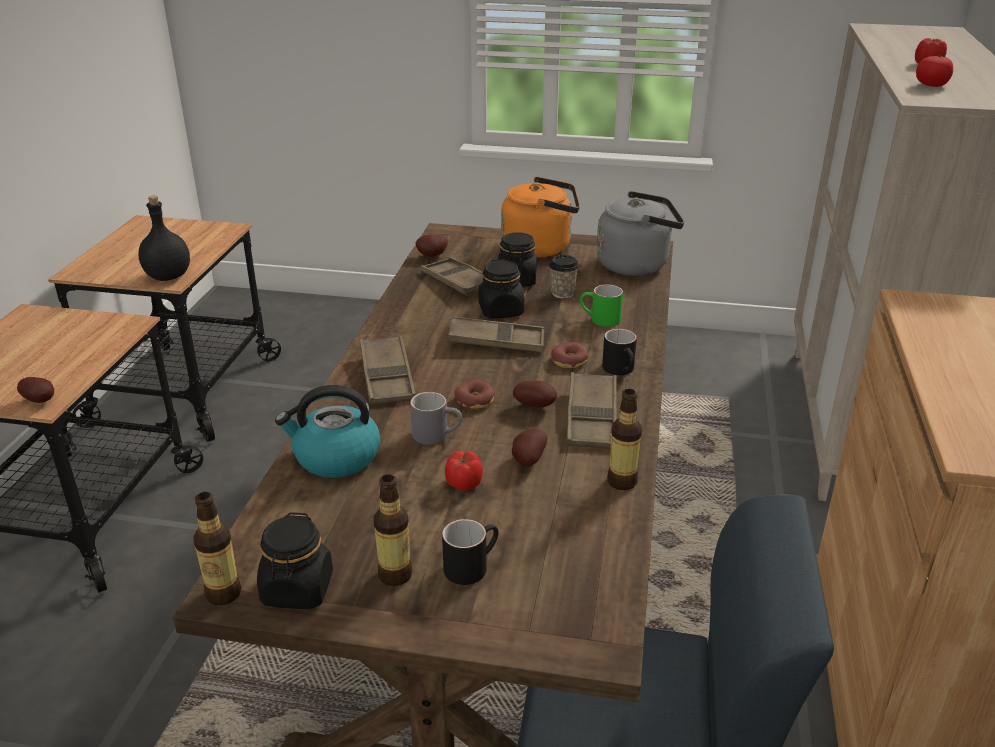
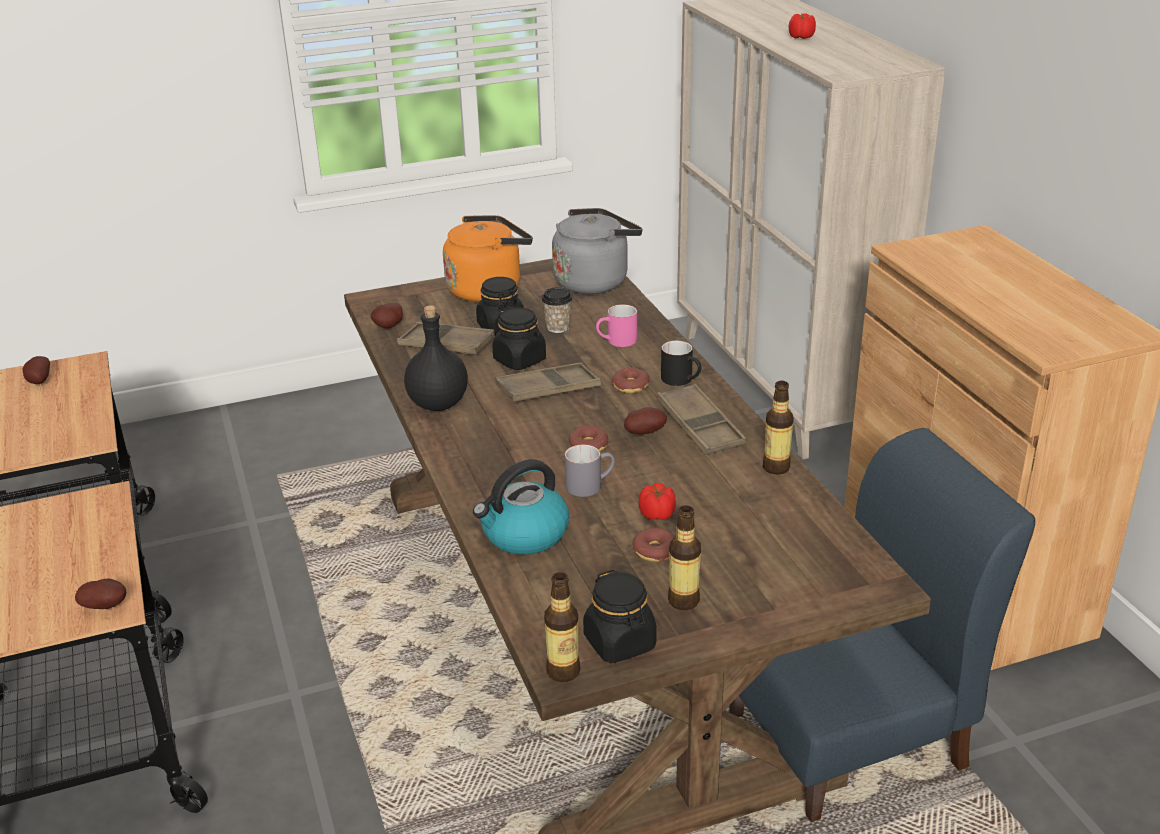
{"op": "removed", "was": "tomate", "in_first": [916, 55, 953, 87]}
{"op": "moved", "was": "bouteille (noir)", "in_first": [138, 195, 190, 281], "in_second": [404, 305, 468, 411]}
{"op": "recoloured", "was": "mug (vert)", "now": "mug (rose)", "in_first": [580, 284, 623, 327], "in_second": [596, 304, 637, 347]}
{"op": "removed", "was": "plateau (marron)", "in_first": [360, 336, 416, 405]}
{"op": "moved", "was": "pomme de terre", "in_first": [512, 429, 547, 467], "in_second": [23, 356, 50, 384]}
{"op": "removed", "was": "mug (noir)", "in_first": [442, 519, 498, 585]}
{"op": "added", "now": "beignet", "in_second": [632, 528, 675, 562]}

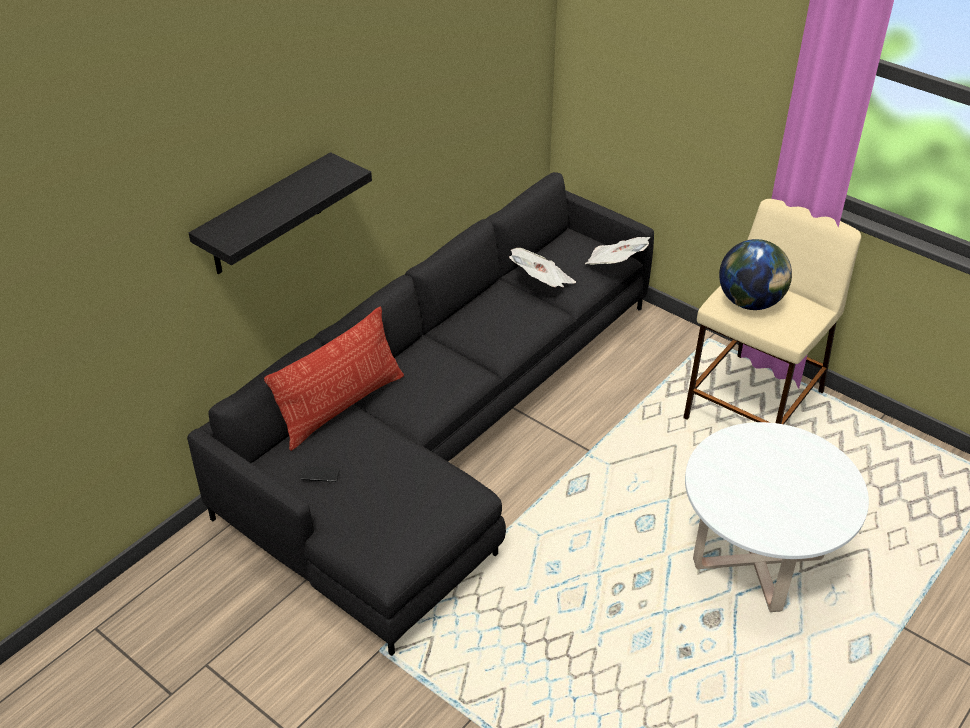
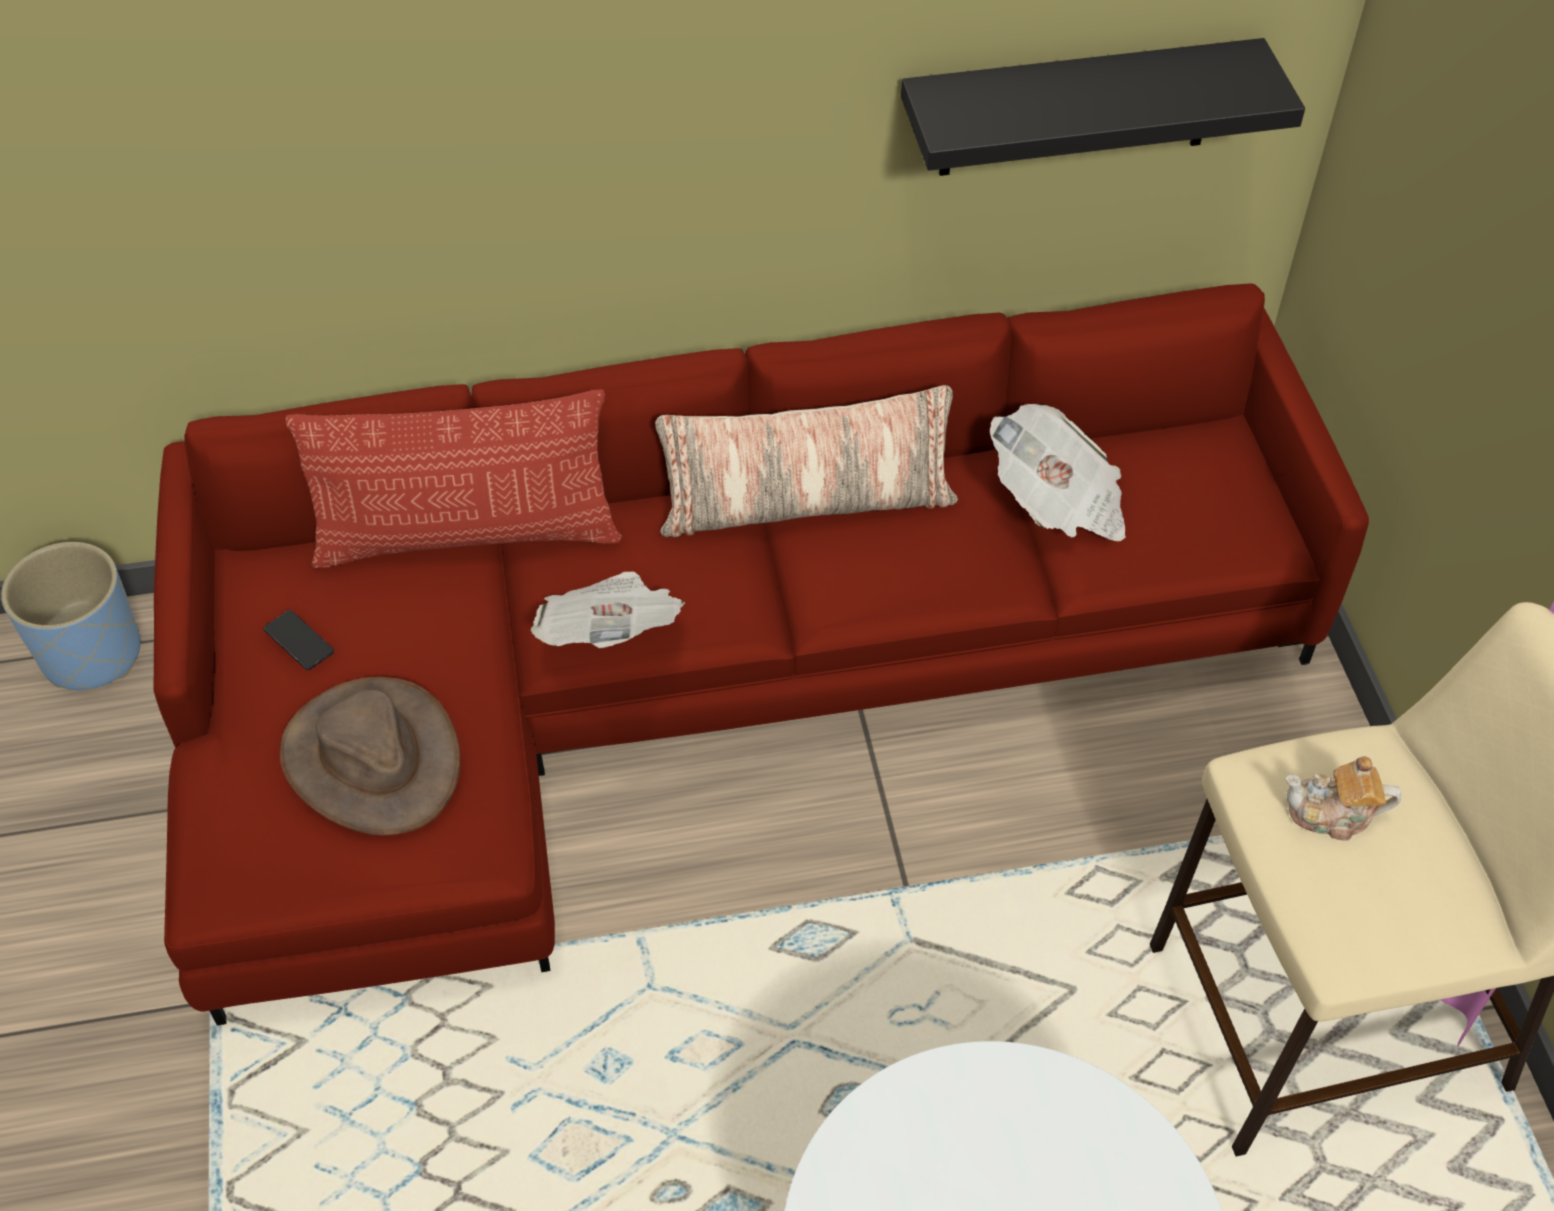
{"op": "moved", "was": "étagère (noir)", "in_first": [189, 152, 372, 274], "in_second": [901, 38, 1305, 176]}
{"op": "recoloured", "was": "canapé (noir)", "now": "canapé (rouge)", "in_first": [187, 172, 654, 656], "in_second": [154, 283, 1369, 1026]}
{"op": "moved", "was": "journal", "in_first": [585, 237, 651, 265], "in_second": [530, 572, 685, 648]}
{"op": "replaced", "was": "globe", "now": "théière", "in_first": [719, 239, 792, 310], "in_second": [1285, 756, 1401, 841]}
{"op": "added", "now": "coussin", "in_second": [655, 385, 958, 537]}
{"op": "added", "now": "cache-pot (bleu)", "in_second": [1, 542, 141, 690]}
{"op": "added", "now": "chapeau (marron)", "in_second": [280, 676, 461, 835]}

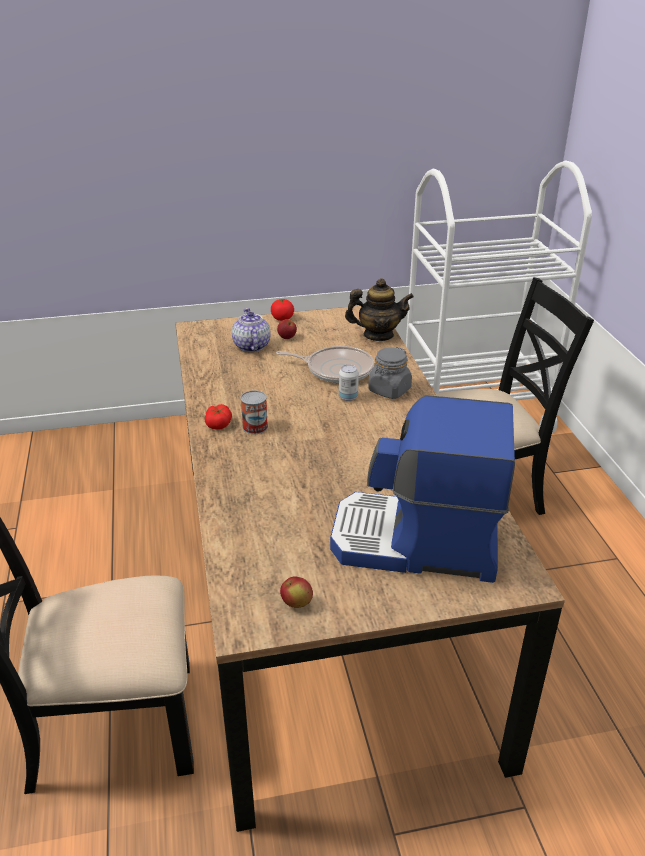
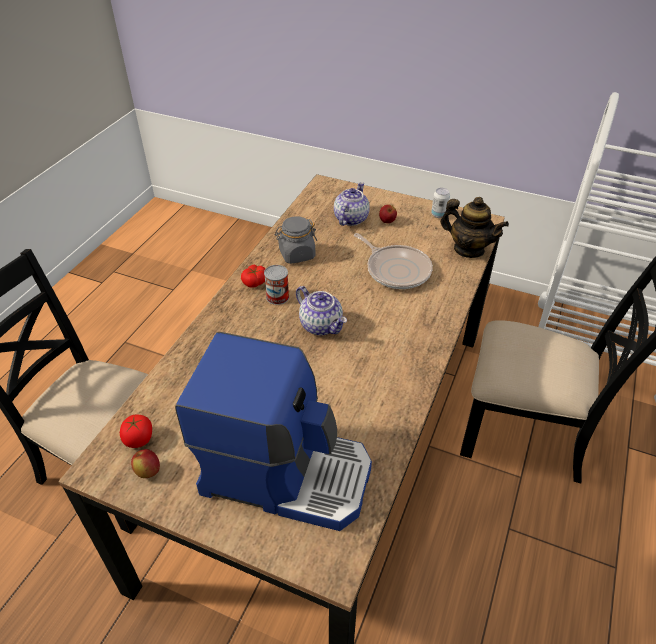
{"op": "moved", "was": "tomate", "in_first": [271, 299, 294, 321], "in_second": [120, 415, 152, 448]}
{"op": "moved", "was": "bocal (gris)", "in_first": [368, 347, 412, 399], "in_second": [275, 216, 317, 264]}
{"op": "moved", "was": "boîte métallique", "in_first": [339, 365, 359, 401], "in_second": [431, 188, 450, 218]}
{"op": "turned", "was": "machine à café", "in_first": [330, 395, 515, 583], "in_second": [175, 332, 372, 531], "clockwise": 150}
{"op": "added", "now": "théière", "in_second": [296, 286, 347, 335]}

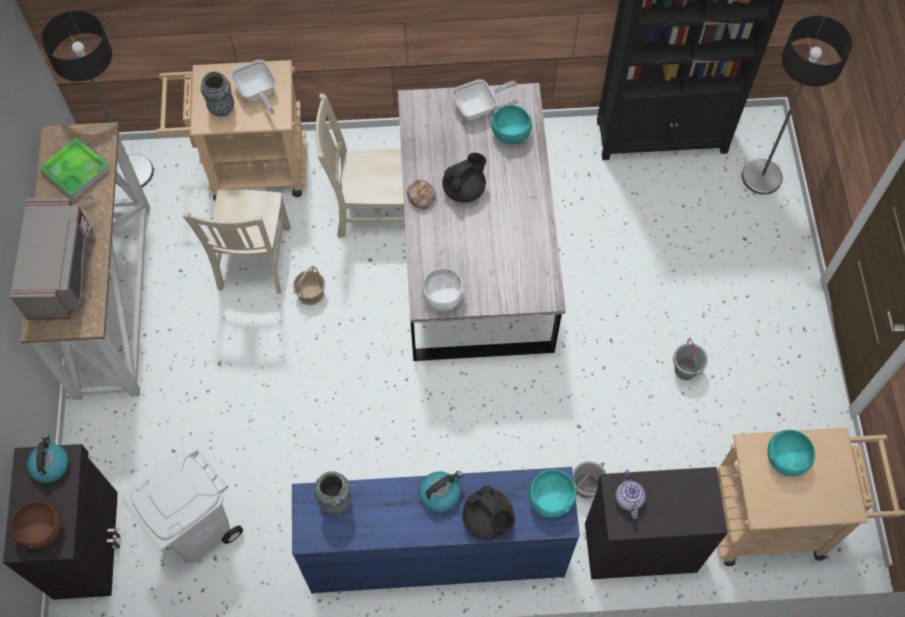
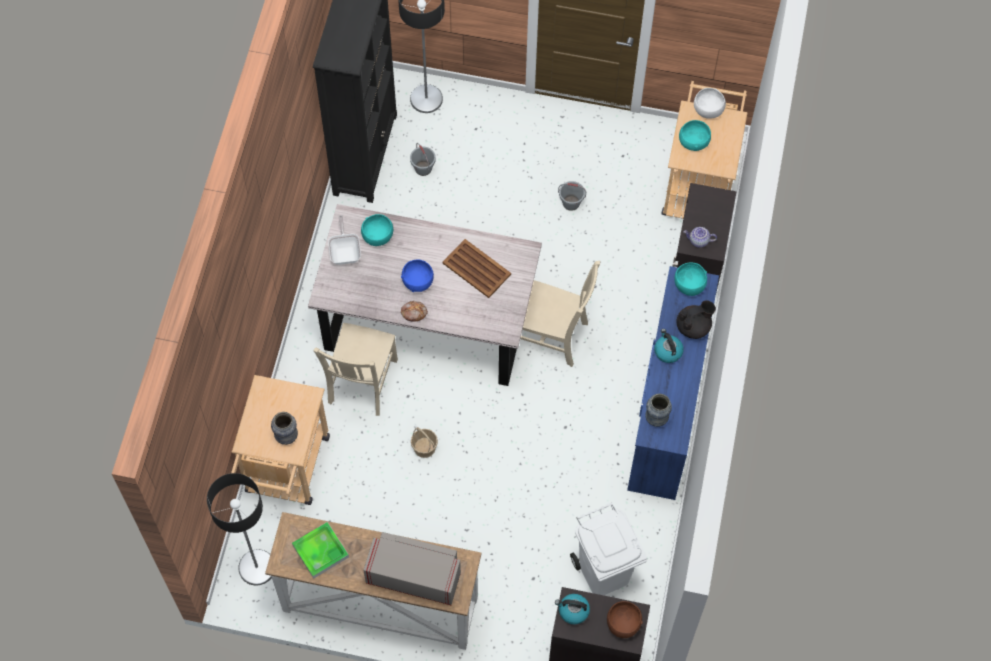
{"op": "removed", "was": "poêle", "in_first": [231, 60, 276, 114]}
{"op": "replaced", "was": "théière (noir)", "now": "bol (bleu)", "in_first": [442, 153, 486, 203], "in_second": [401, 259, 434, 292]}
{"op": "moved", "was": "chaise (beige)", "in_first": [182, 189, 290, 294], "in_second": [520, 261, 600, 367]}
{"op": "moved", "was": "bol (blanc)", "in_first": [422, 268, 465, 312], "in_second": [694, 88, 726, 119]}
{"op": "moved", "was": "seau (gris)", "in_first": [573, 461, 606, 498], "in_second": [410, 143, 436, 176]}
{"op": "added", "now": "plateau (marron)", "in_second": [443, 239, 511, 298]}

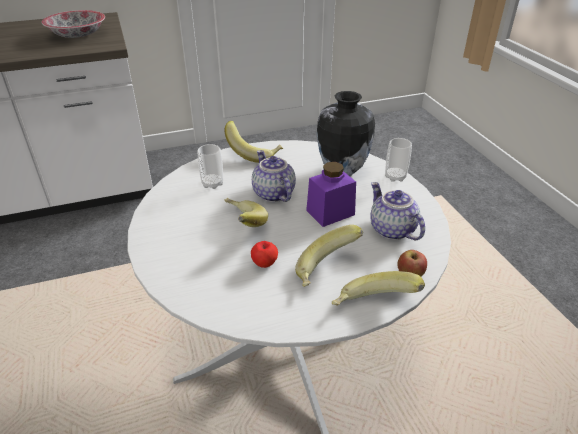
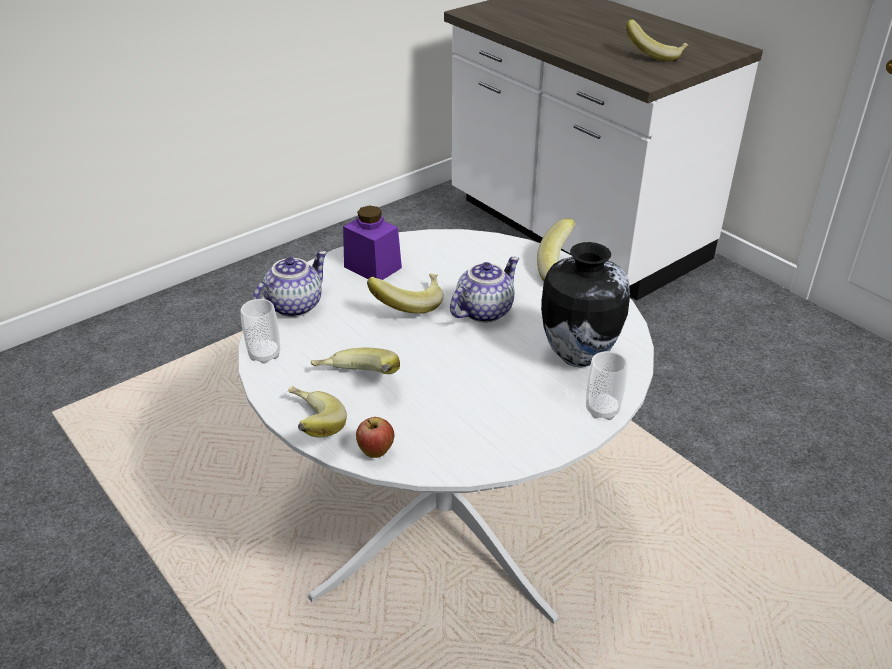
{"op": "replaced", "was": "bol", "now": "banane", "in_first": [42, 10, 105, 38], "in_second": [626, 19, 689, 61]}
{"op": "moved", "was": "tasse", "in_first": [198, 144, 223, 189], "in_second": [240, 299, 280, 364]}
{"op": "moved", "was": "bocal (violet)", "in_first": [306, 162, 356, 227], "in_second": [343, 205, 402, 280]}
{"op": "moved", "was": "théière", "in_first": [370, 182, 425, 240], "in_second": [253, 251, 327, 317]}
{"op": "removed", "was": "pomme", "in_first": [251, 241, 278, 268]}

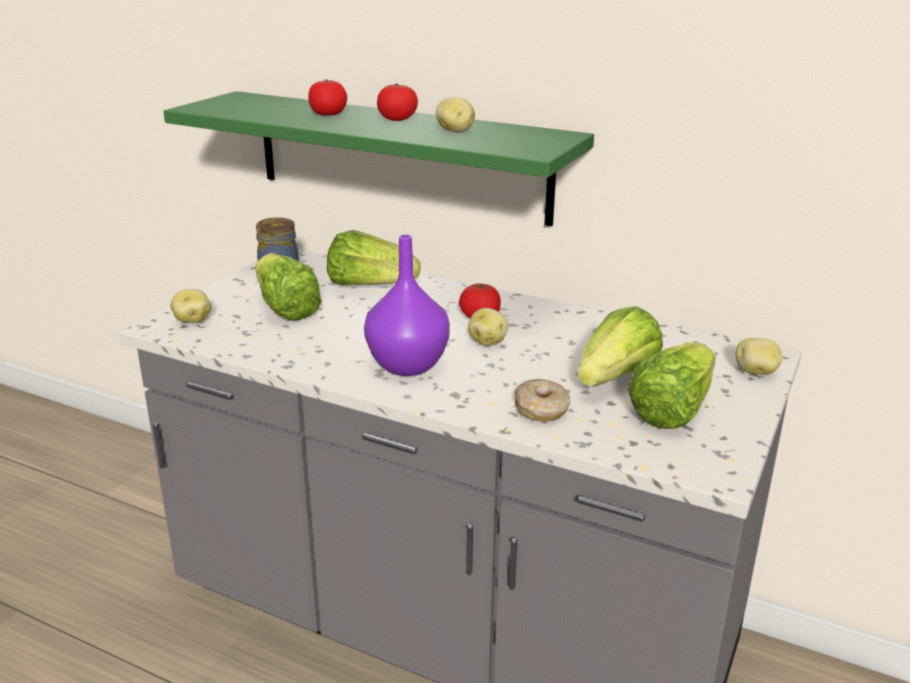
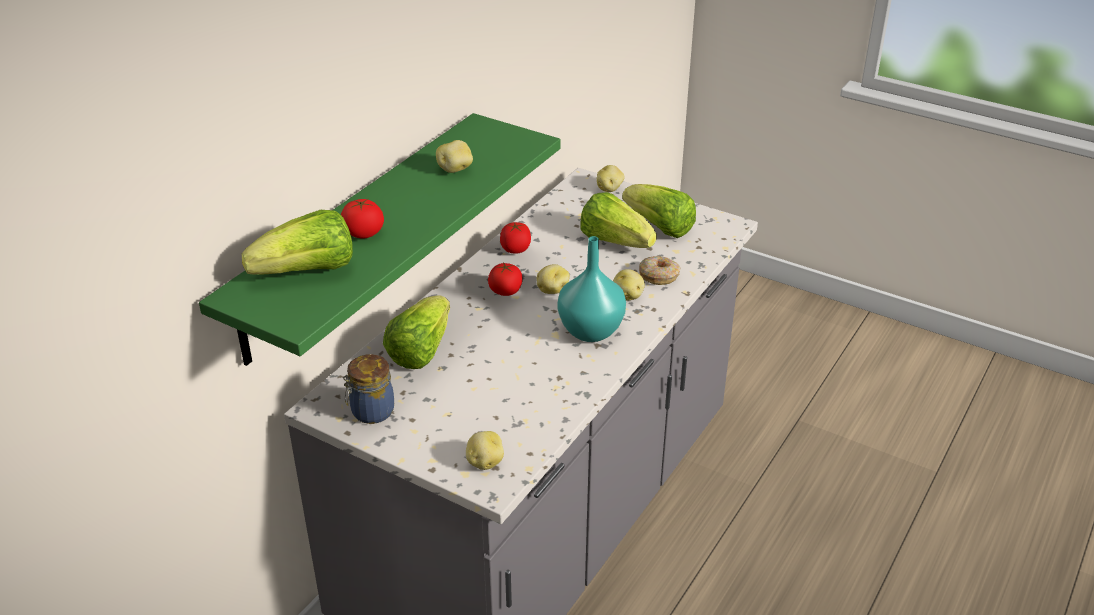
{"op": "moved", "was": "tomate", "in_first": [377, 83, 418, 121], "in_second": [500, 222, 531, 254]}
{"op": "recoloured", "was": "vase (violet)", "now": "vase (turquoise)", "in_first": [364, 234, 450, 376], "in_second": [557, 236, 626, 342]}
{"op": "moved", "was": "laitue", "in_first": [255, 253, 322, 321], "in_second": [242, 210, 353, 275]}
{"op": "added", "now": "pomme de terre", "in_second": [613, 269, 645, 301]}

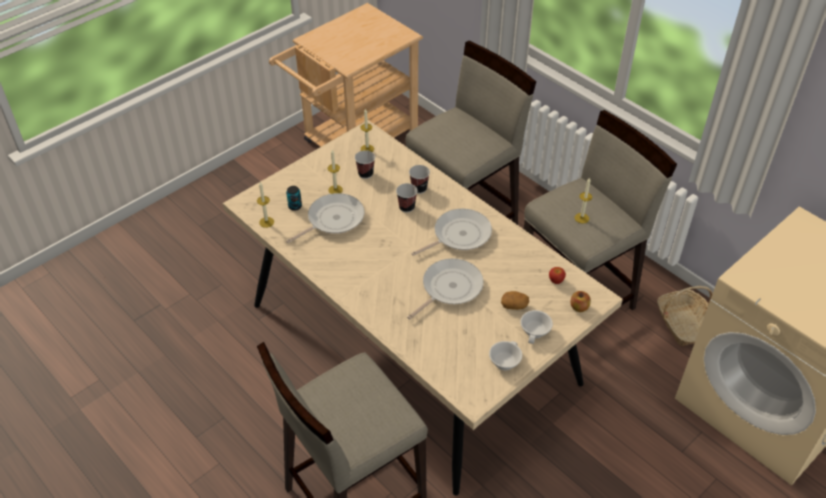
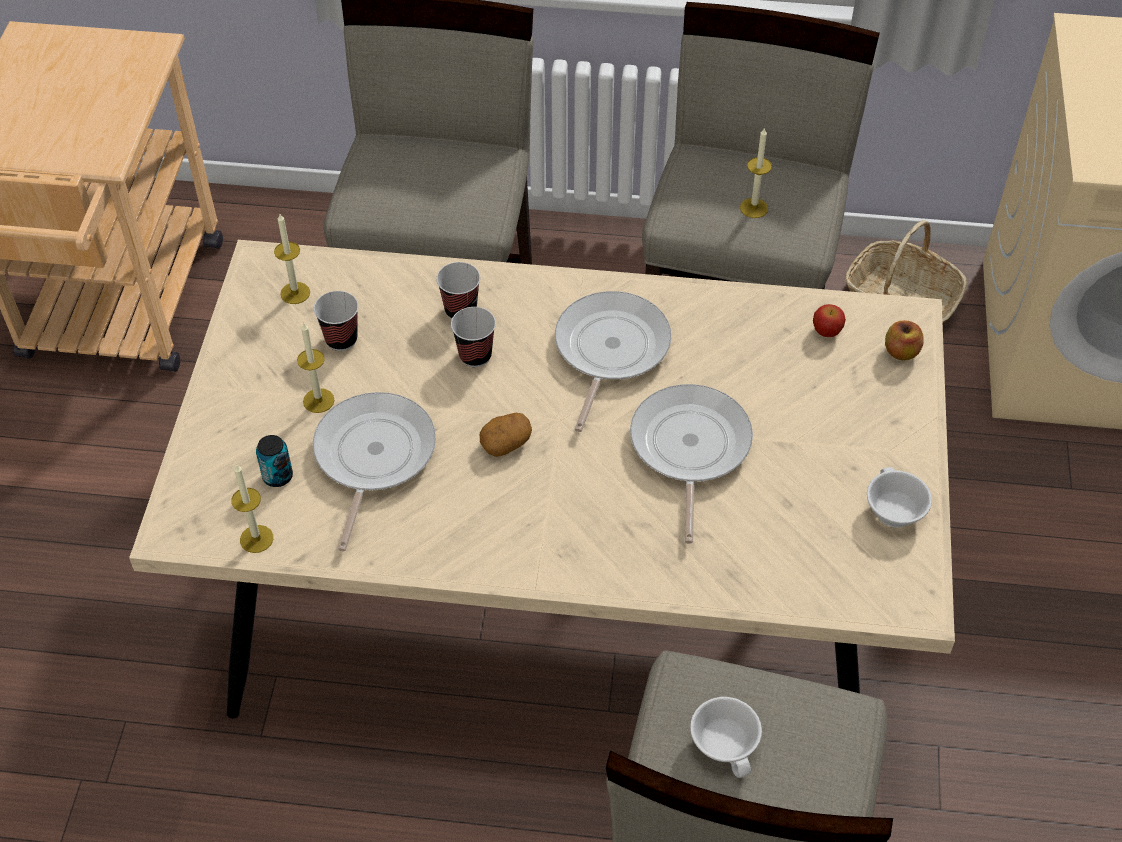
{"op": "moved", "was": "pomme de terre", "in_first": [501, 291, 529, 310], "in_second": [480, 413, 532, 457]}
{"op": "moved", "was": "tasse (blanc)", "in_first": [520, 310, 553, 344], "in_second": [690, 697, 762, 778]}

